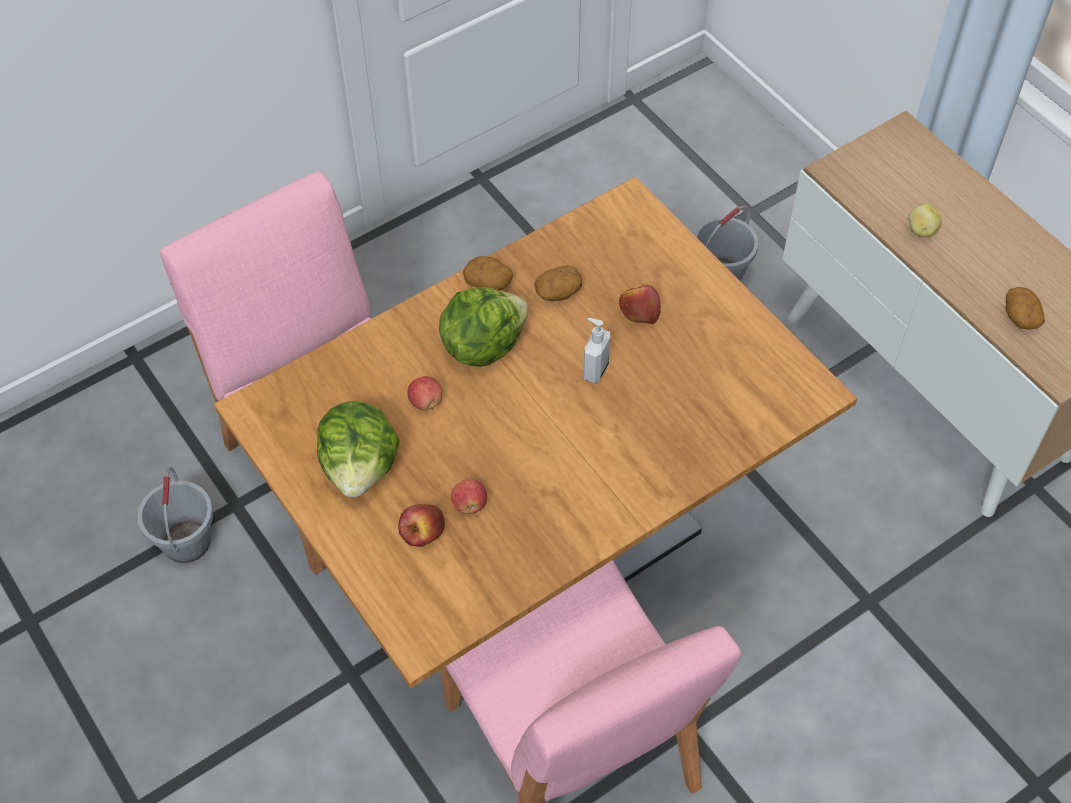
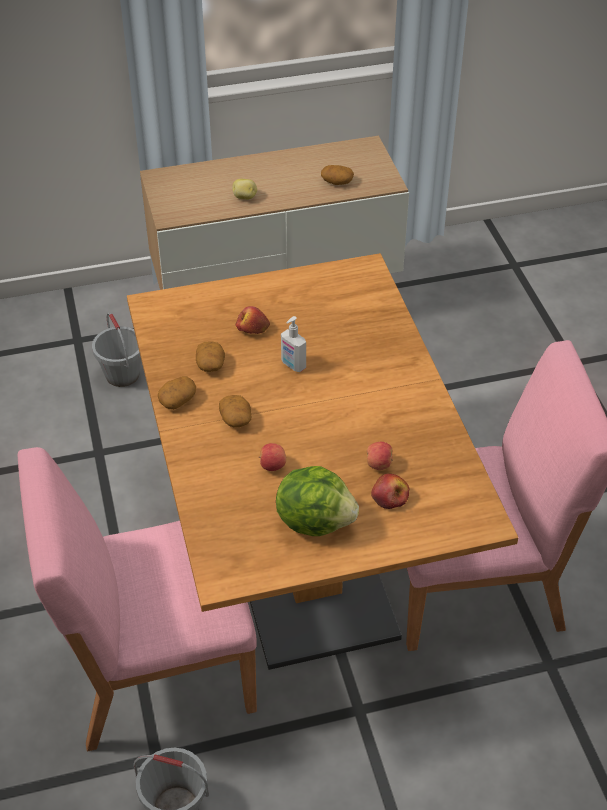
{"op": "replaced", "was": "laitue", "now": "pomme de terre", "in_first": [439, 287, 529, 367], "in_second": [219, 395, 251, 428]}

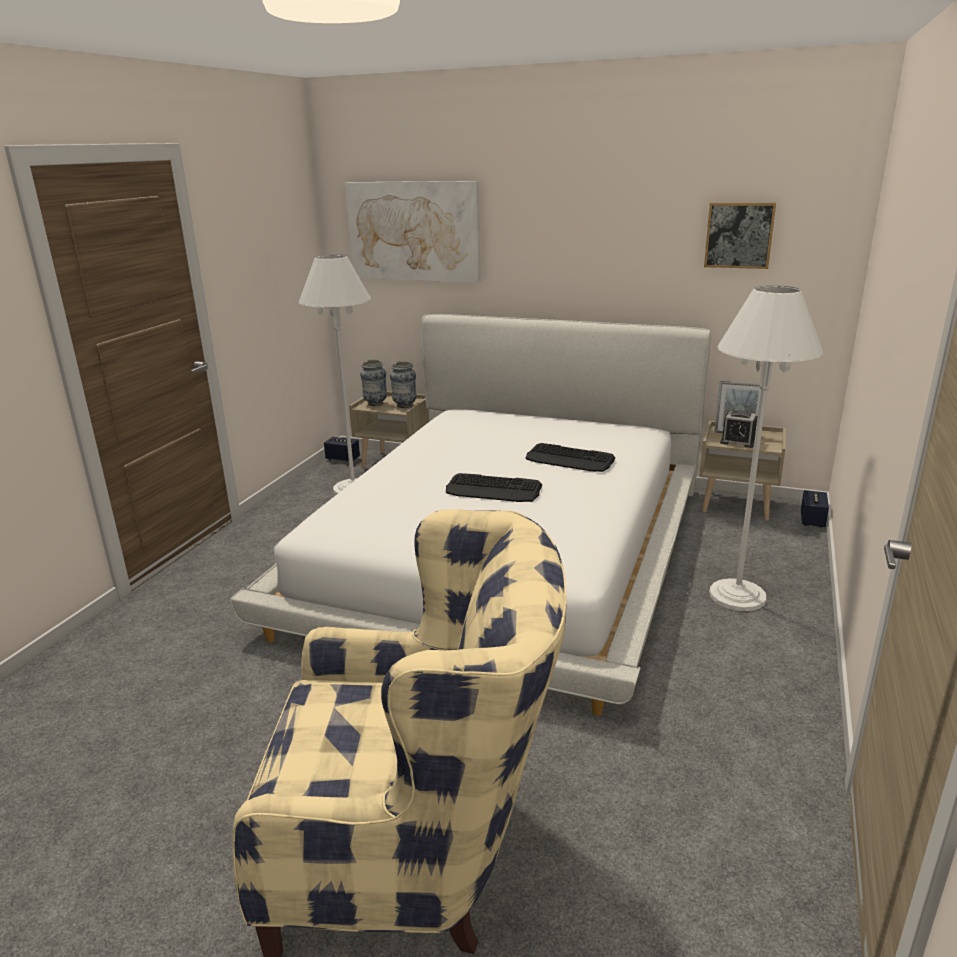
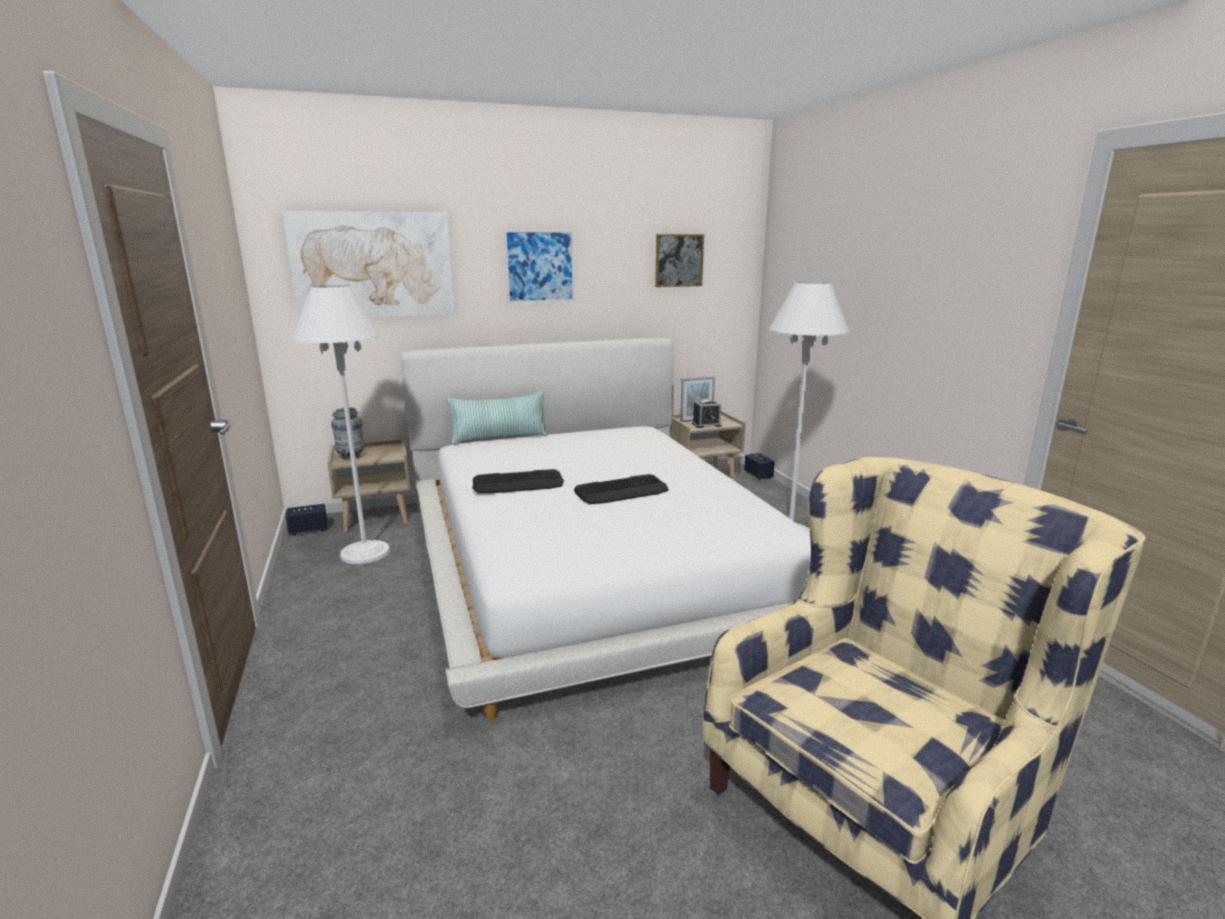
{"op": "removed", "was": "vase", "in_first": [390, 361, 417, 408]}
{"op": "moved", "was": "clavier", "in_first": [526, 443, 615, 472], "in_second": [472, 469, 564, 494]}
{"op": "added", "now": "tableau", "in_second": [504, 230, 575, 304]}
{"op": "added", "now": "coussin", "in_second": [447, 391, 547, 444]}

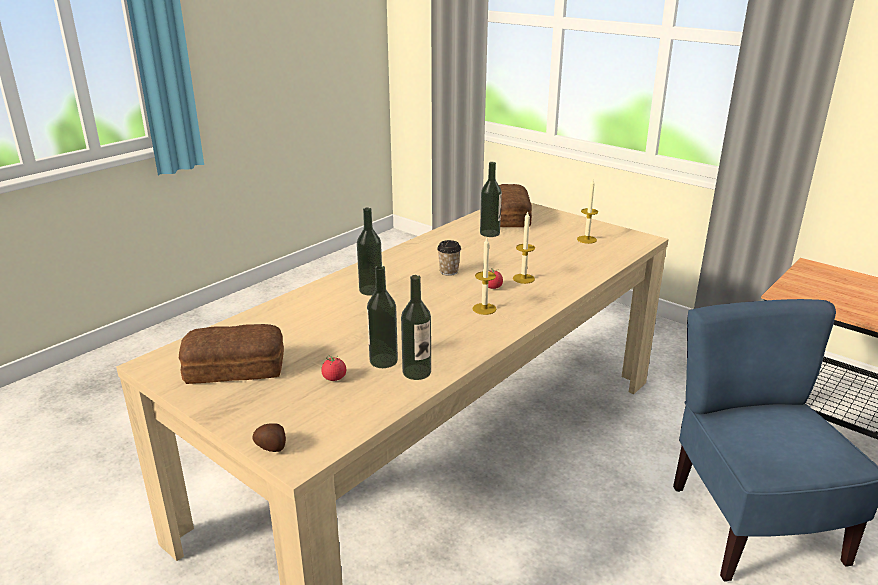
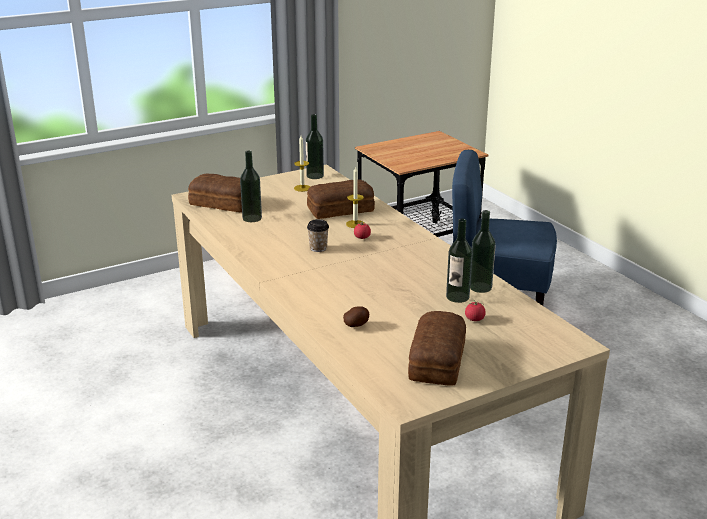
{"op": "moved", "was": "bouteille", "in_first": [357, 207, 382, 296], "in_second": [306, 114, 324, 179]}
{"op": "removed", "was": "bougie", "in_first": [473, 238, 497, 315]}
{"op": "moved", "was": "pomme de terre", "in_first": [253, 423, 286, 452], "in_second": [343, 306, 369, 327]}
{"op": "added", "now": "pain", "in_second": [307, 179, 375, 219]}

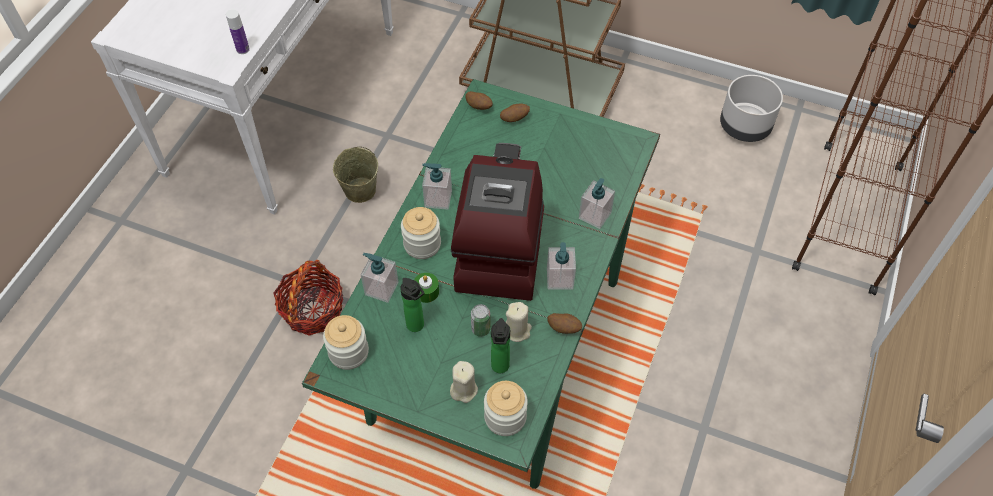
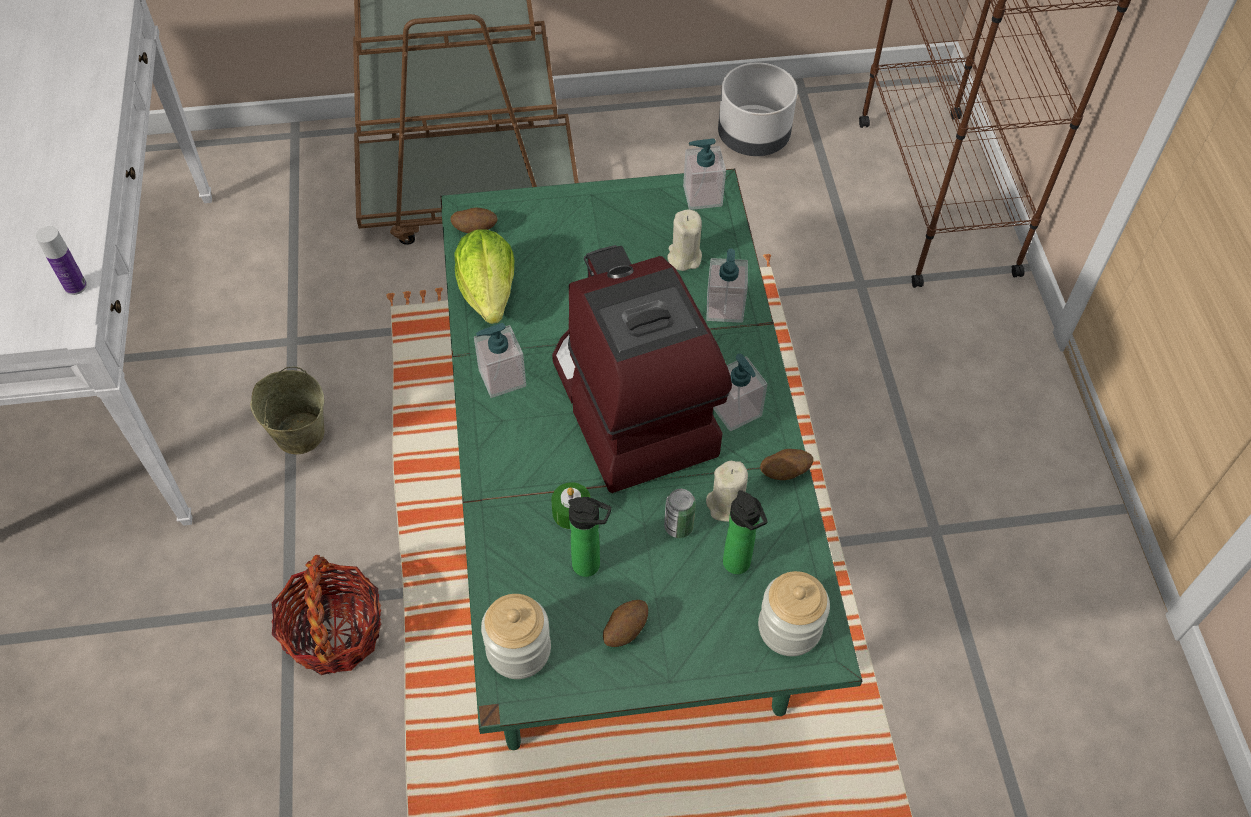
{"op": "moved", "was": "pomme de terre", "in_first": [500, 104, 530, 122], "in_second": [603, 600, 648, 647]}
{"op": "removed", "was": "bocal", "in_first": [401, 207, 441, 259]}
{"op": "moved", "was": "distributeur de savon", "in_first": [360, 253, 399, 303], "in_second": [683, 138, 726, 210]}
{"op": "moved", "was": "bougie (beige)", "in_first": [450, 361, 478, 403], "in_second": [667, 210, 702, 271]}
{"op": "added", "now": "laitue", "in_second": [454, 229, 514, 324]}

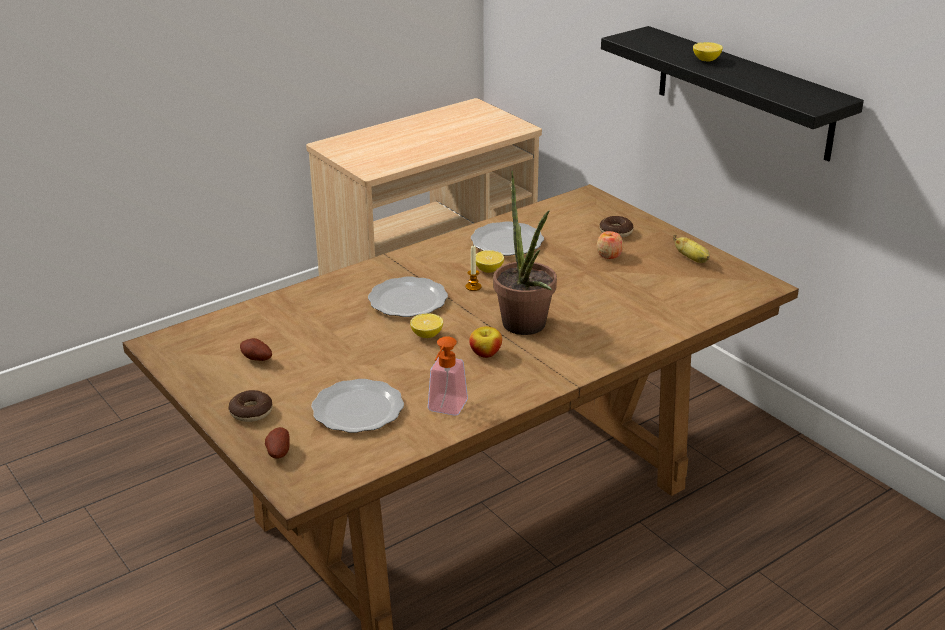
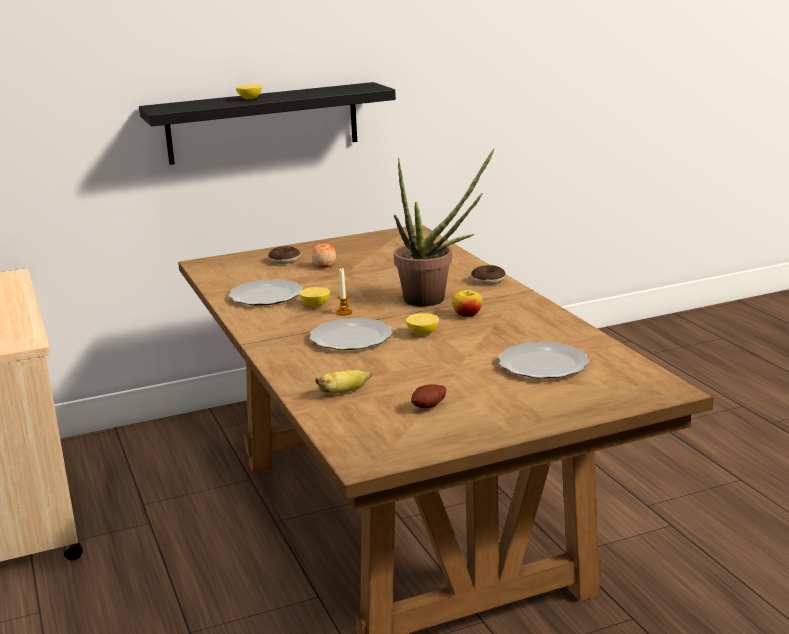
{"op": "moved", "was": "banane", "in_first": [673, 235, 710, 263], "in_second": [315, 370, 372, 394]}
{"op": "removed", "was": "distributeur de savon", "in_first": [428, 336, 468, 416]}
{"op": "moved", "was": "beignet", "in_first": [228, 390, 272, 422], "in_second": [471, 265, 505, 285]}
{"op": "removed", "was": "pomme de terre", "in_first": [265, 427, 290, 458]}

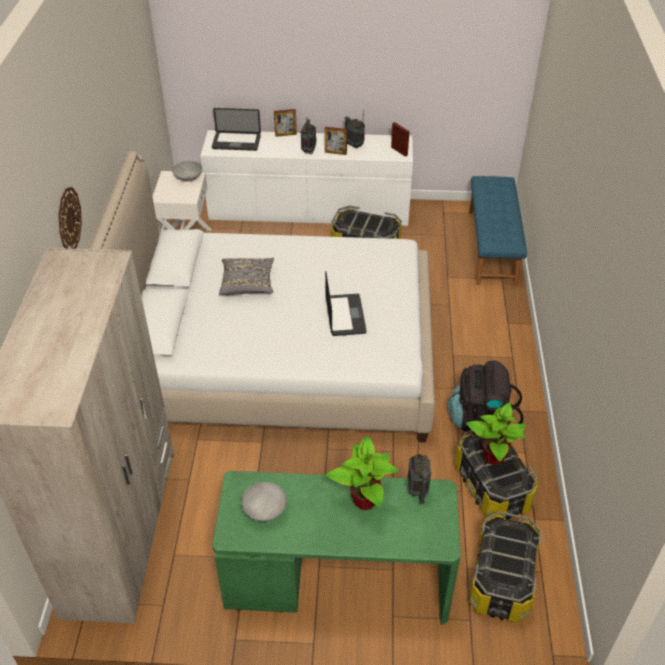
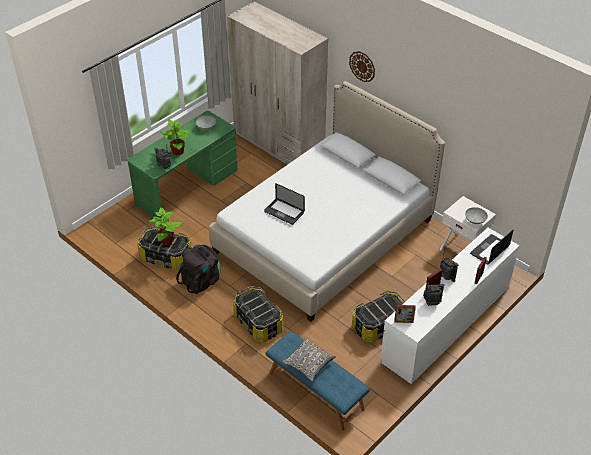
{"op": "moved", "was": "coussin (gris)", "in_first": [219, 258, 274, 295], "in_second": [282, 338, 336, 382]}
{"op": "moved", "was": "boîte de rangement", "in_first": [469, 511, 541, 623], "in_second": [233, 286, 283, 342]}

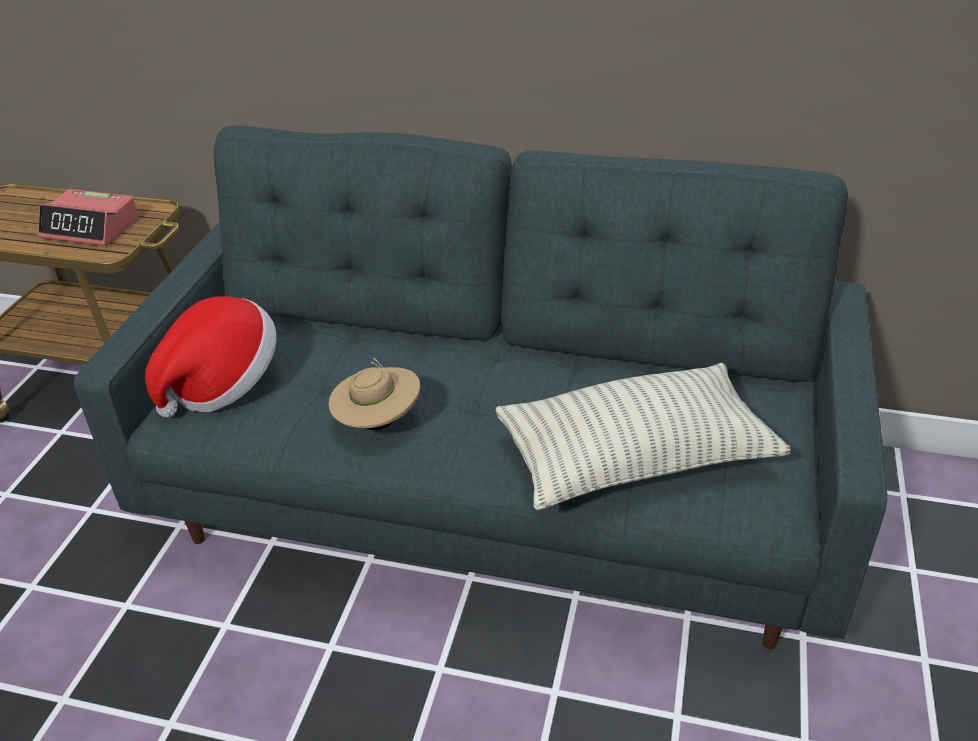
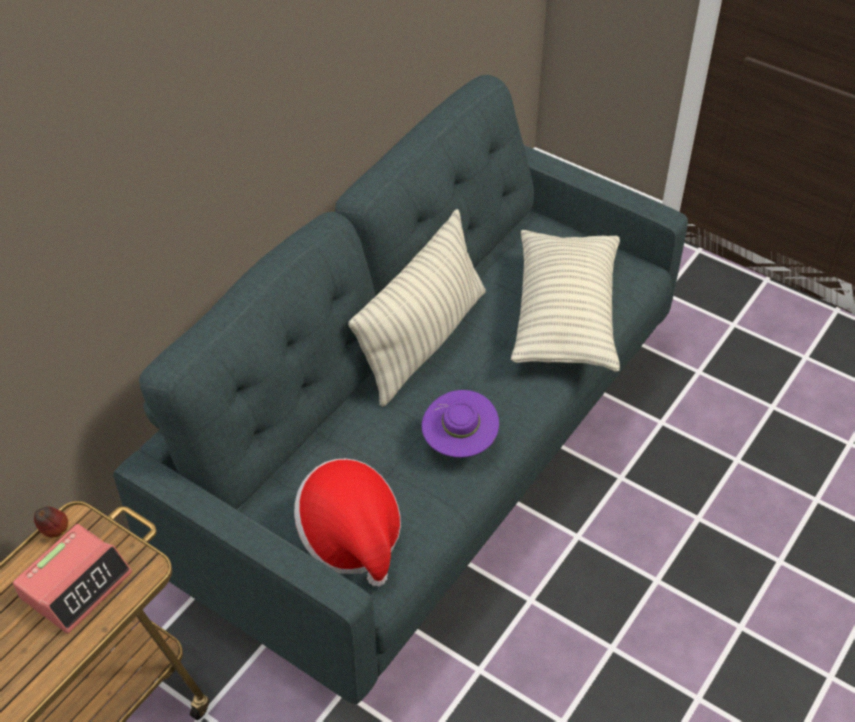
{"op": "recoloured", "was": "chapeau (beige)", "now": "chapeau (violet)", "in_first": [328, 358, 420, 430], "in_second": [422, 390, 499, 457]}
{"op": "added", "now": "coussin", "in_second": [348, 209, 486, 407]}
{"op": "added", "now": "pomme", "in_second": [34, 506, 68, 538]}

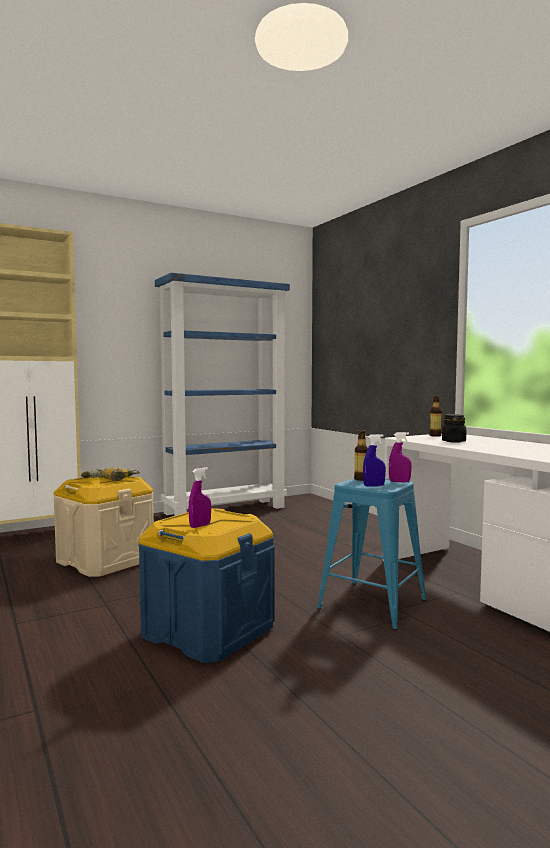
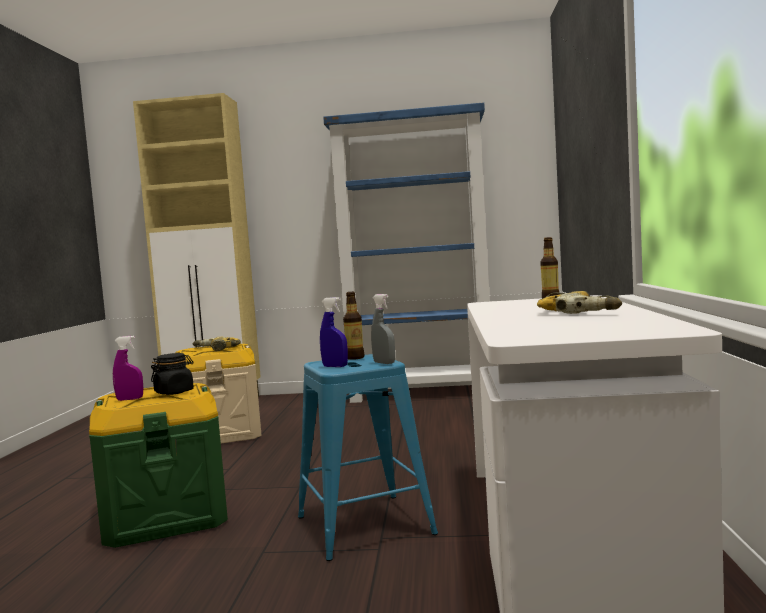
{"op": "moved", "was": "bocal (noir)", "in_first": [442, 414, 466, 443], "in_second": [151, 353, 194, 395]}
{"op": "recoloured", "was": "vaporisateur (violet)", "now": "vaporisateur (gris)", "in_first": [389, 432, 412, 482], "in_second": [371, 294, 395, 364]}
{"op": "recoloured", "was": "boîte de rangement (bleu)", "now": "boîte de rangement (vert)", "in_first": [138, 508, 274, 663], "in_second": [89, 383, 228, 548]}
{"op": "added", "now": "perceuse", "in_second": [537, 291, 622, 314]}

